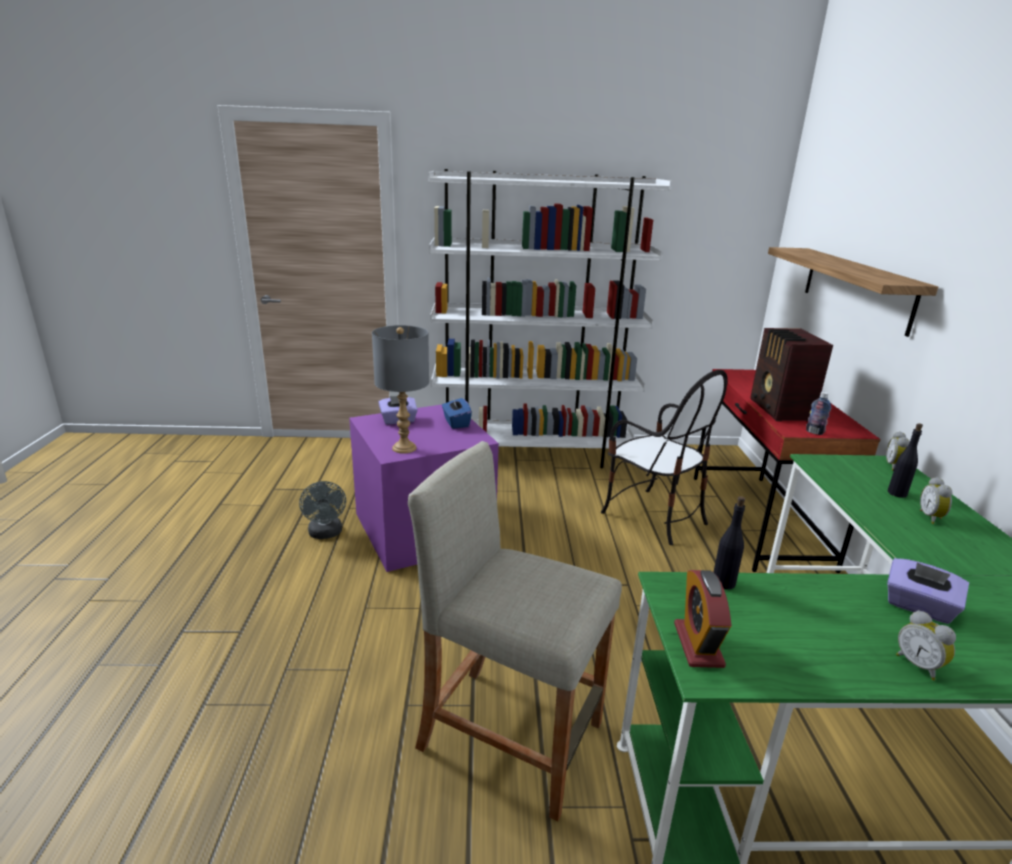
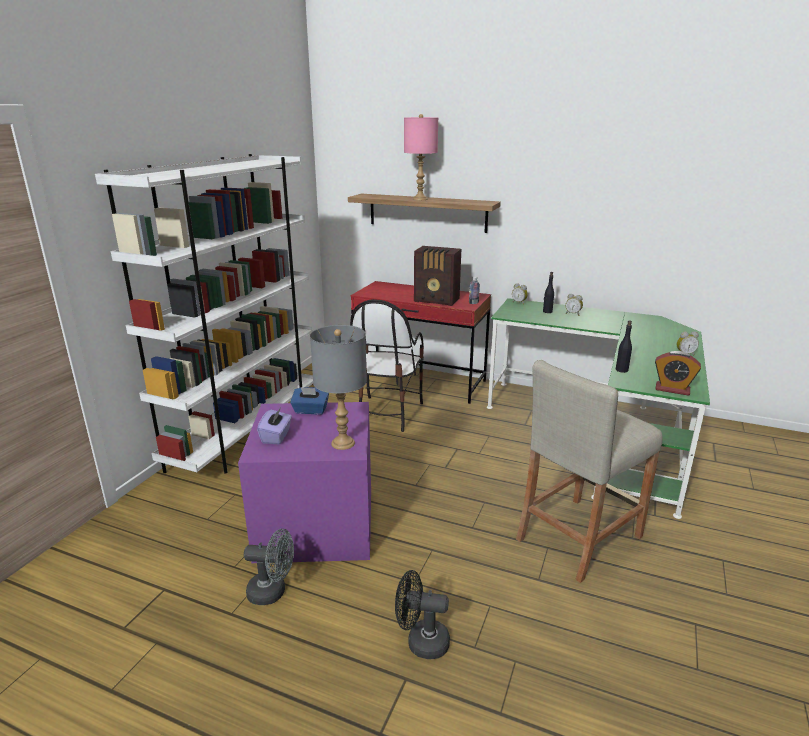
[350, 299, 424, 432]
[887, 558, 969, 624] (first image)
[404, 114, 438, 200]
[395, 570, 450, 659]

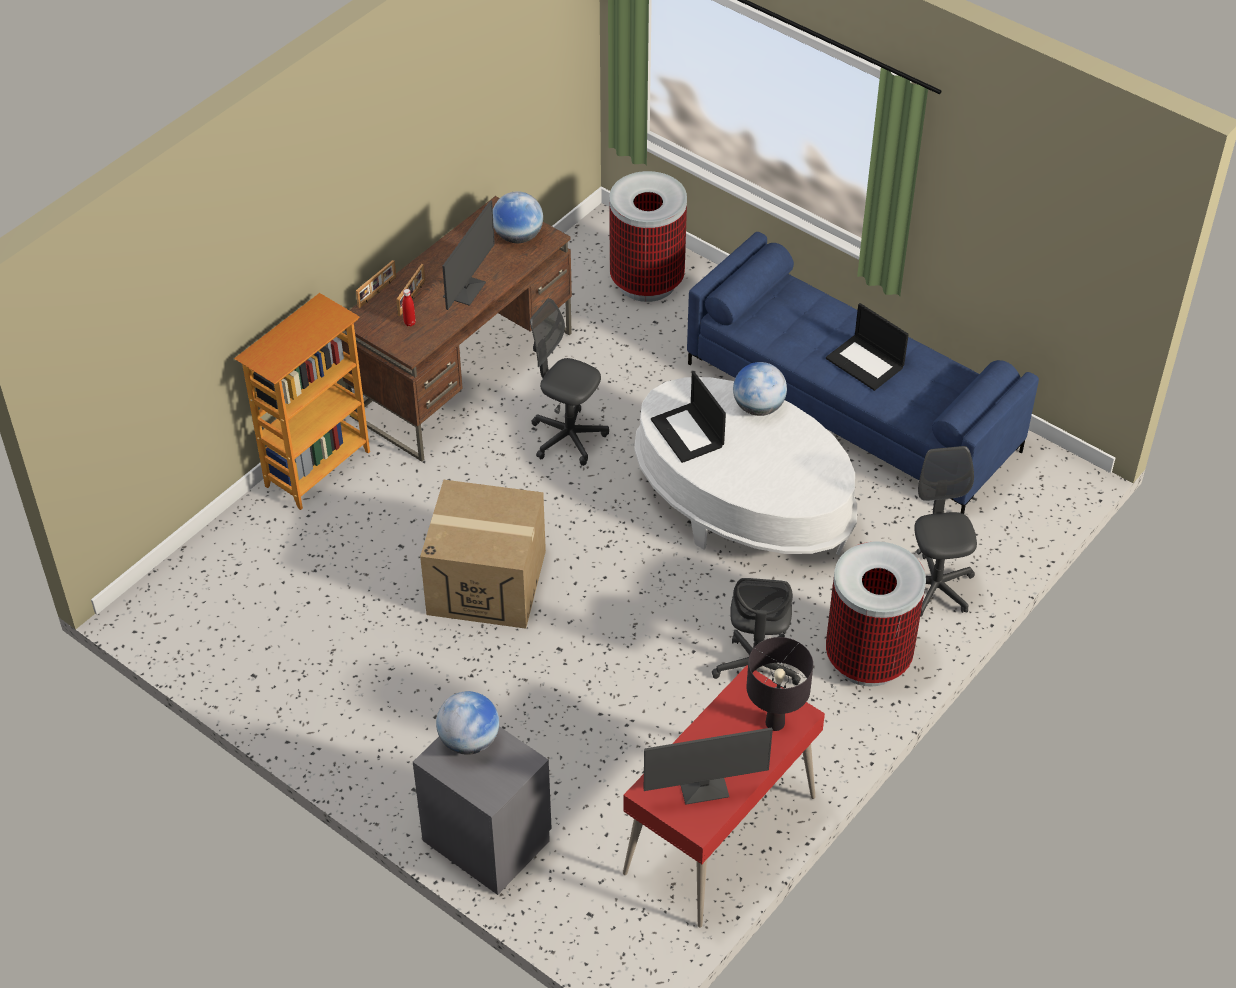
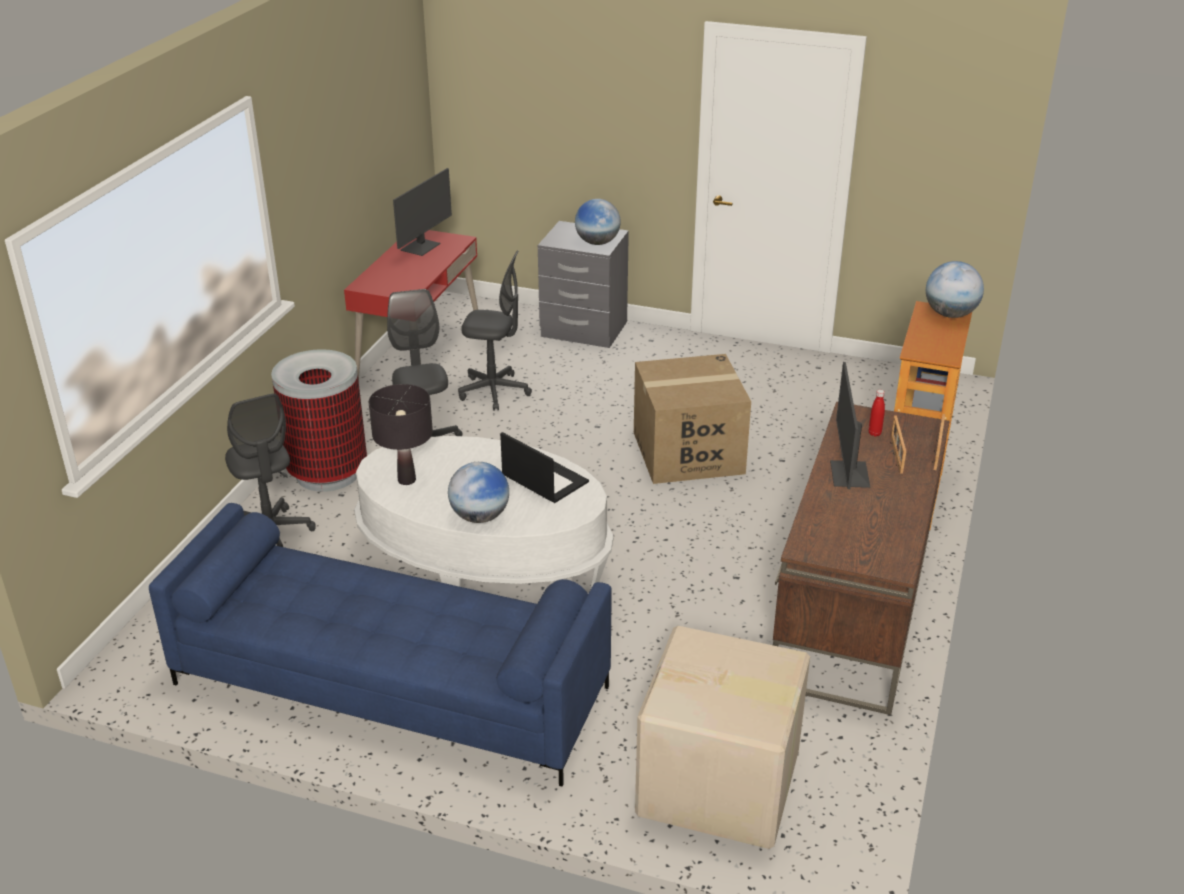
[635, 626, 810, 849]
[926, 261, 984, 318]
[458, 250, 532, 411]
[826, 303, 909, 391] (first image)
[369, 384, 433, 485]
[393, 168, 452, 256]

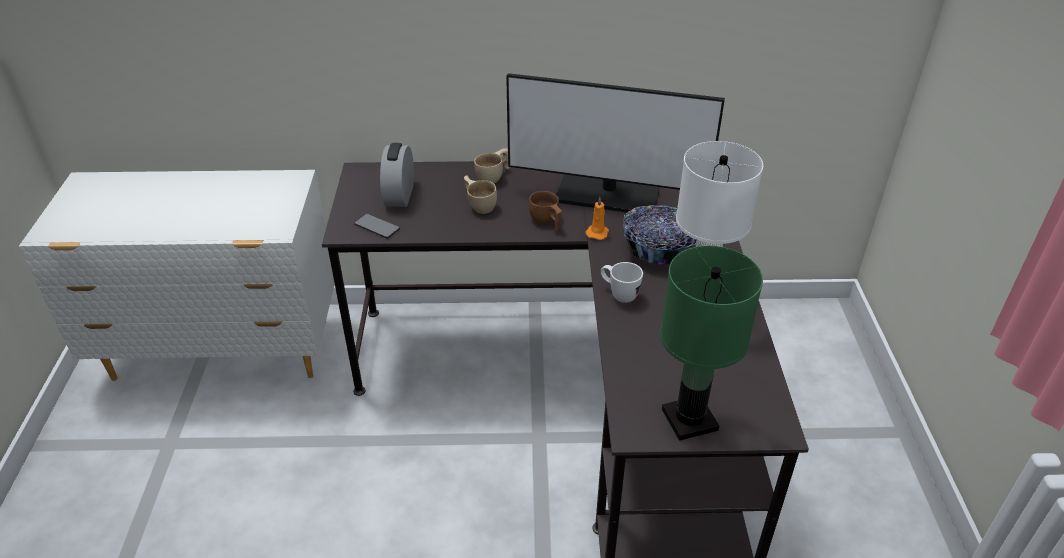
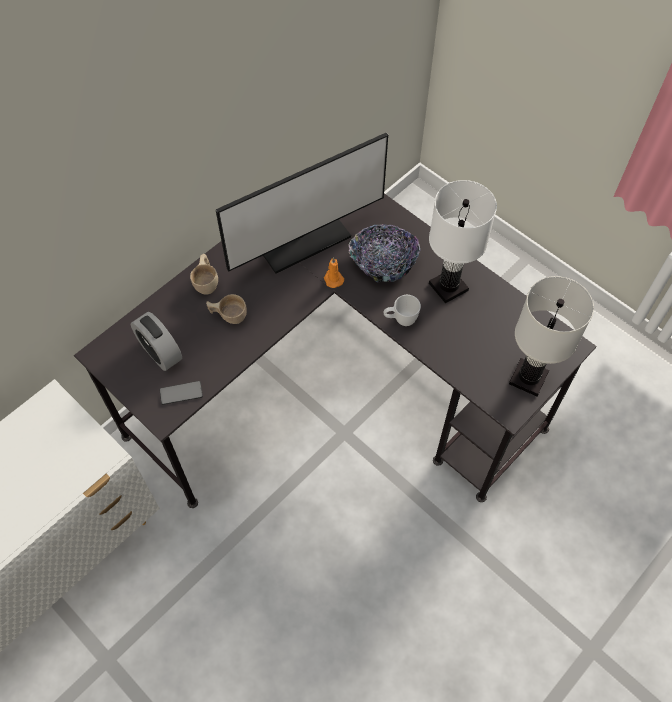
[529, 191, 562, 232] (first image)
[509, 276, 594, 396]

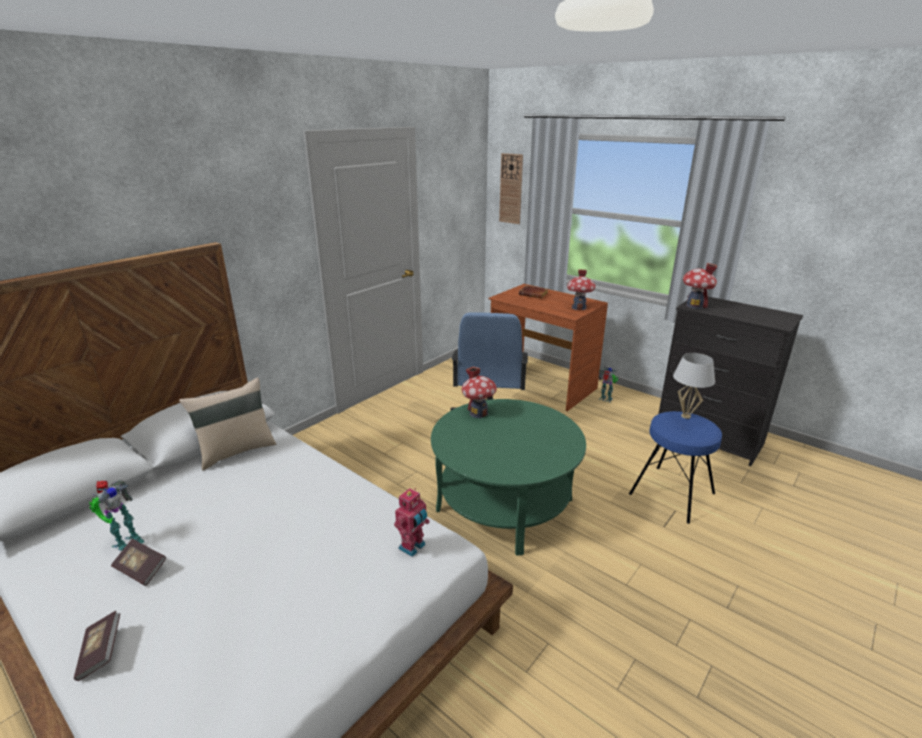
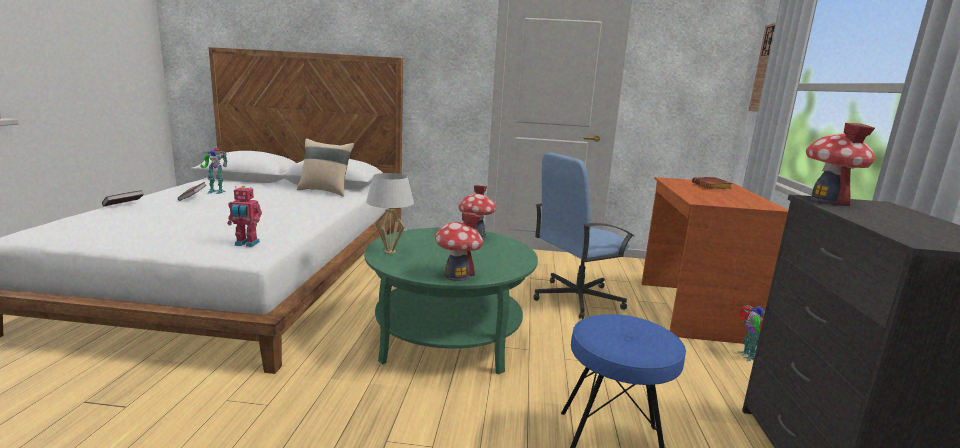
[435, 212, 483, 281]
[366, 173, 414, 254]

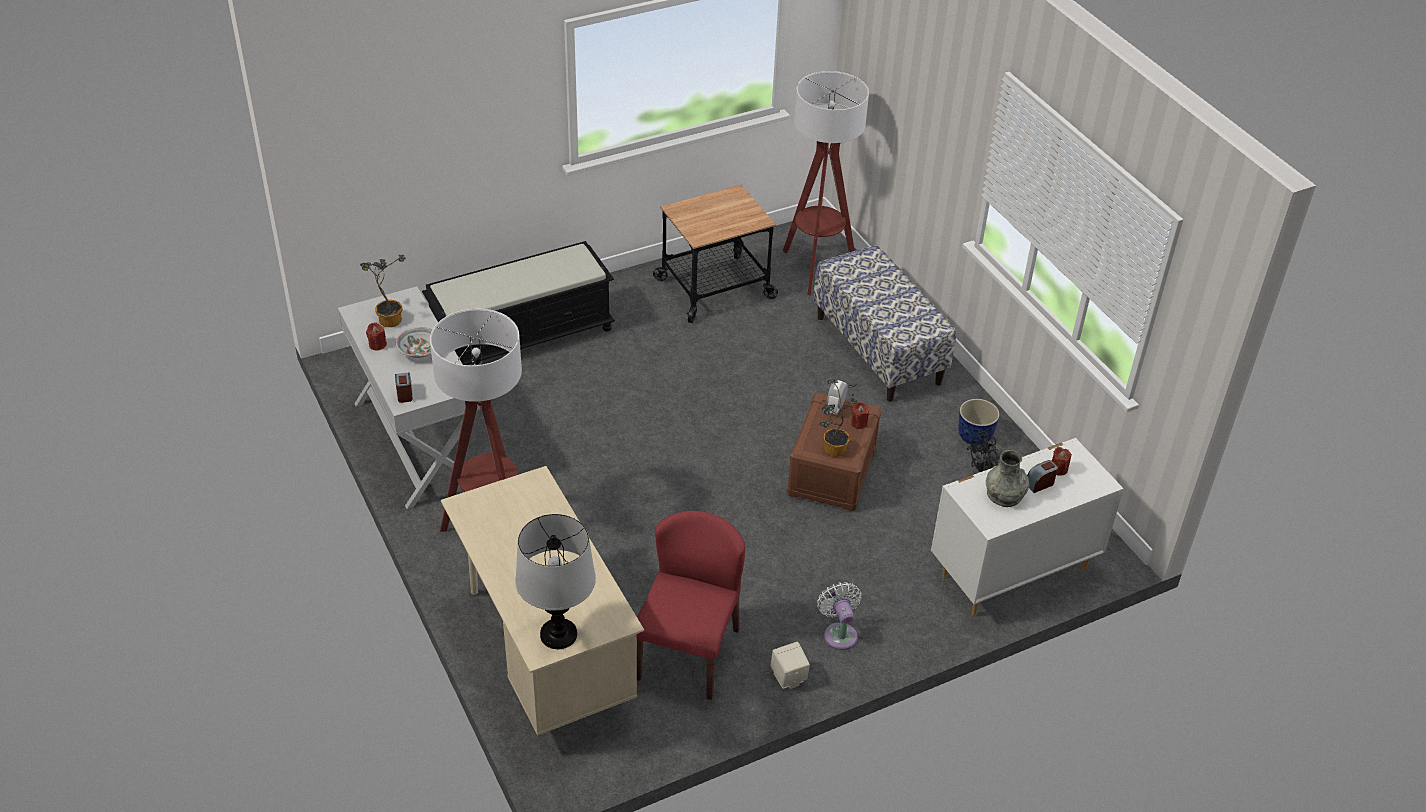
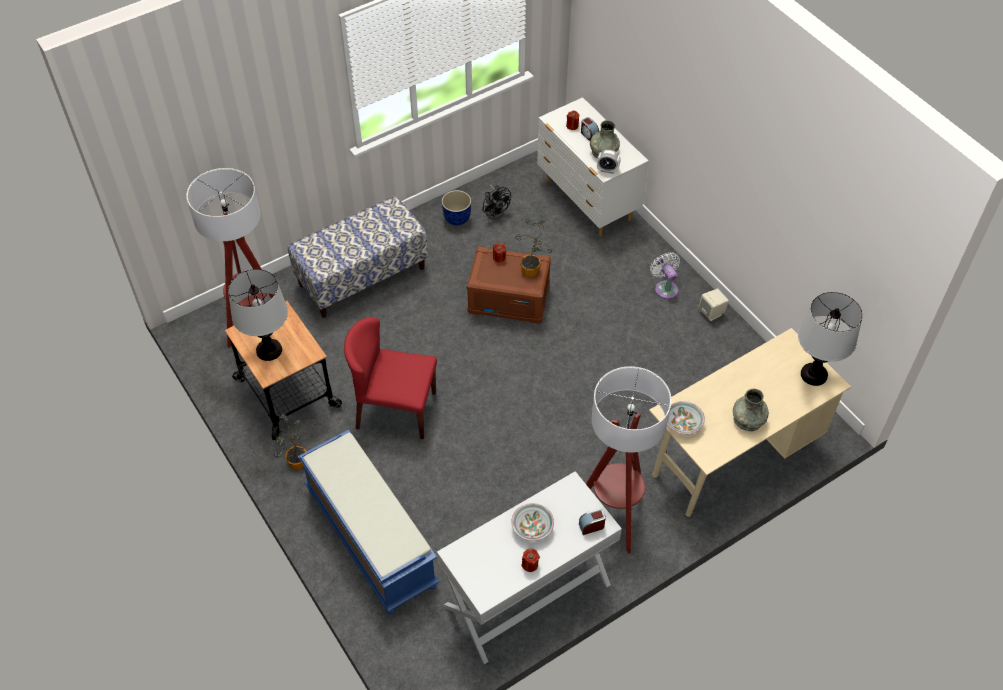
[298, 429, 439, 614]
[273, 414, 307, 470]
[597, 149, 621, 174]
[344, 317, 437, 439]
[650, 252, 680, 299]
[228, 269, 288, 361]
[733, 389, 769, 431]
[667, 401, 705, 435]

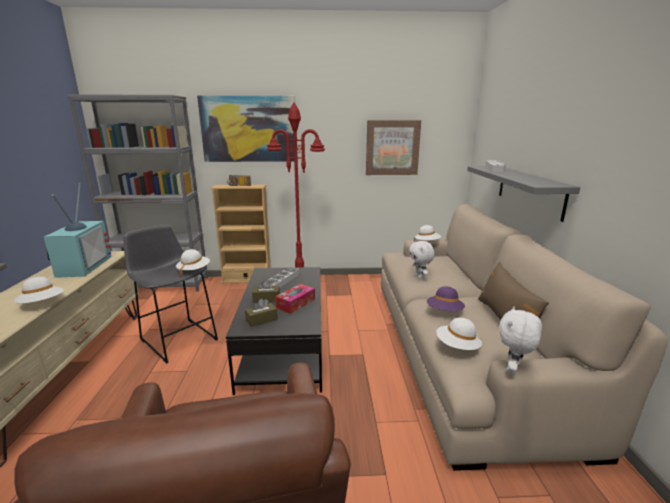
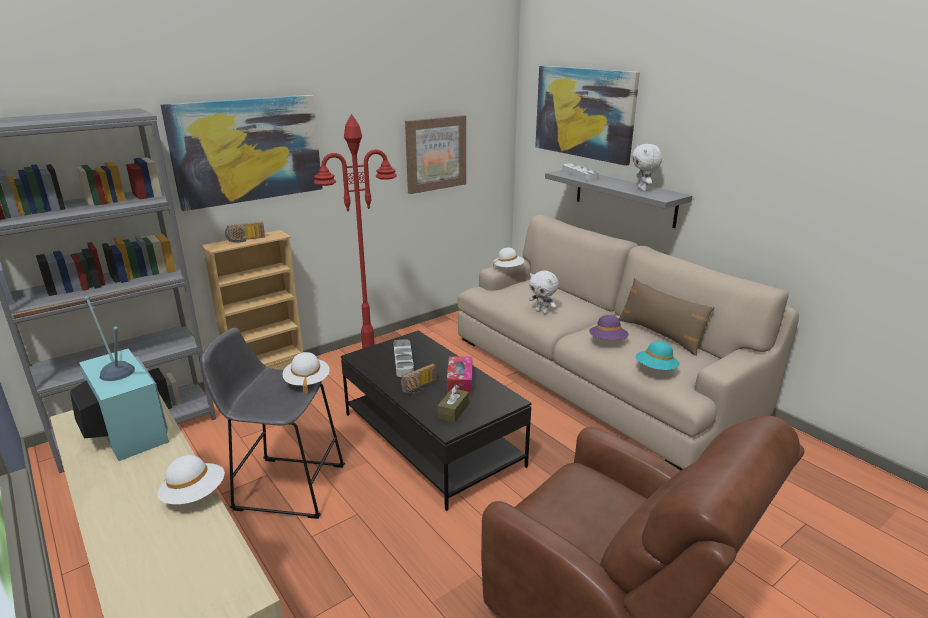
[401, 364, 436, 394]
[632, 144, 662, 191]
[635, 341, 680, 370]
[535, 66, 640, 166]

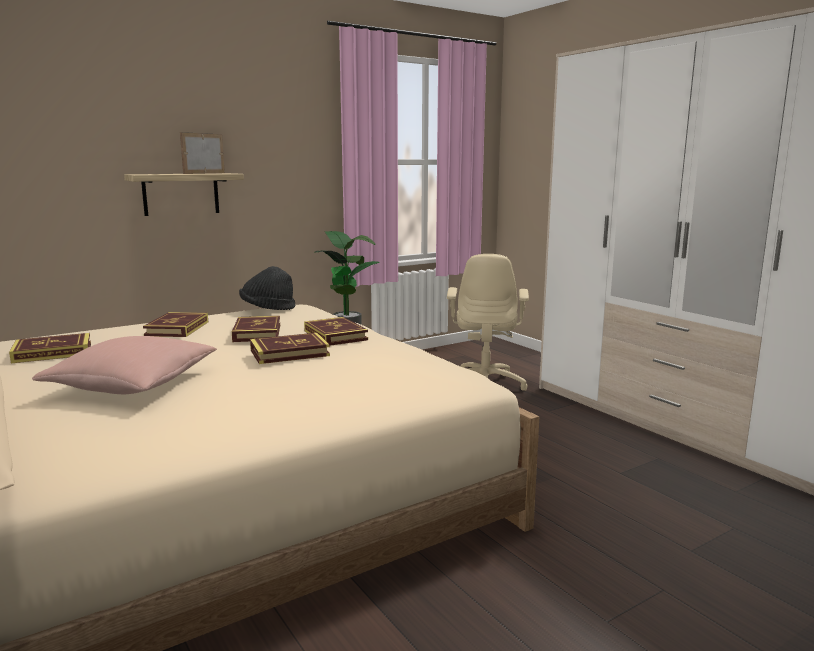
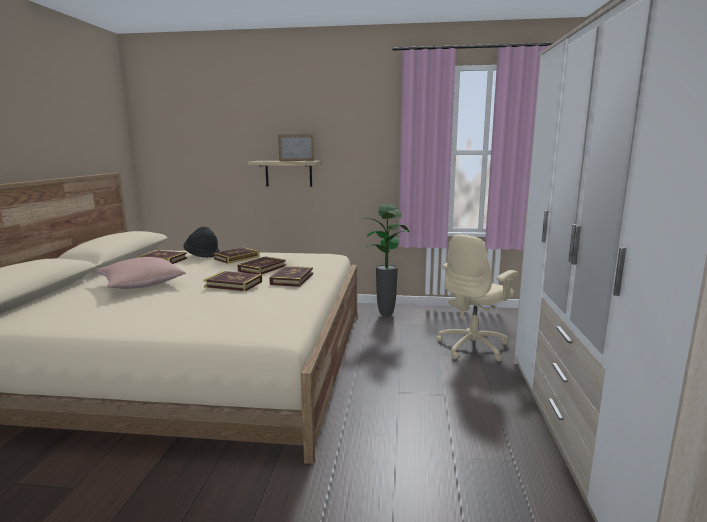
[184, 226, 220, 258]

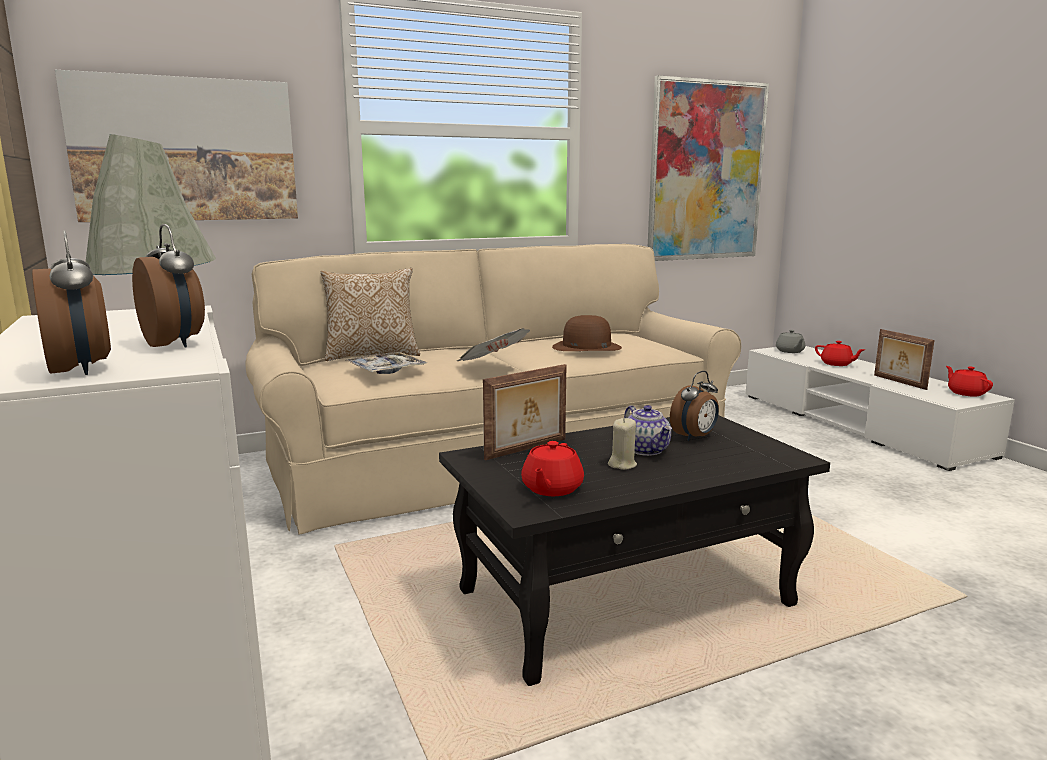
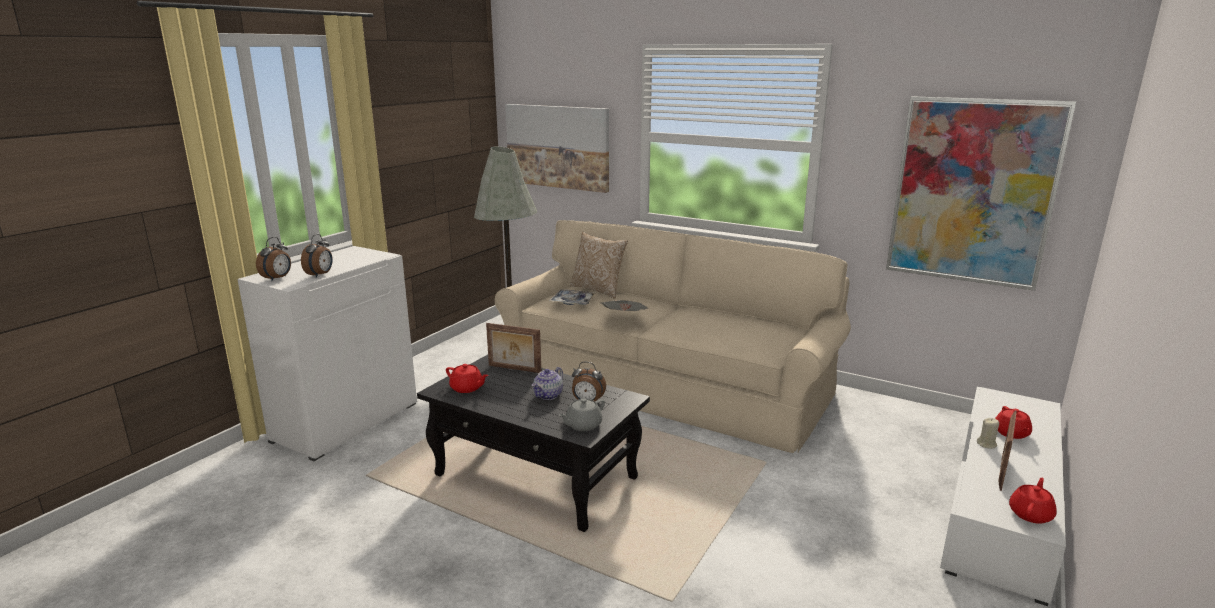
[552, 315, 622, 351] (first image)
[559, 398, 605, 431]
[977, 418, 999, 449]
[446, 364, 488, 393]

